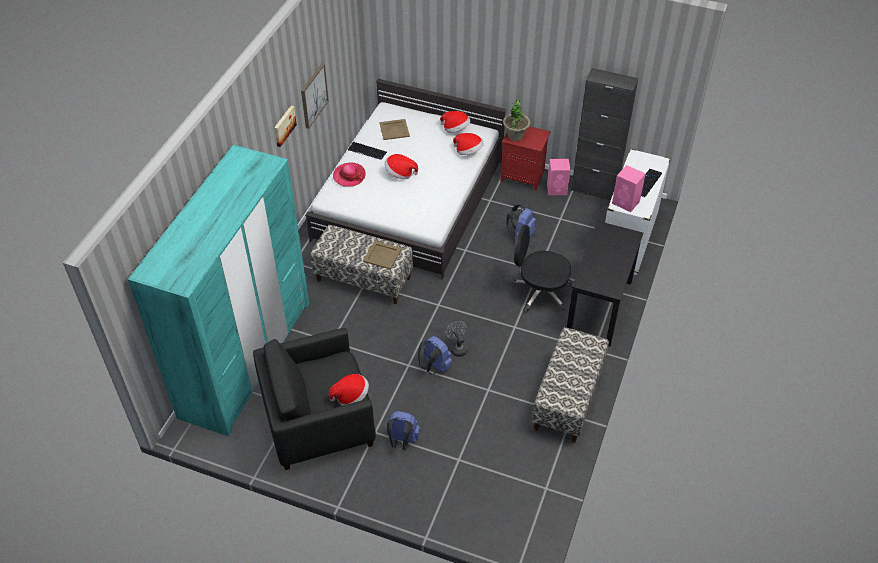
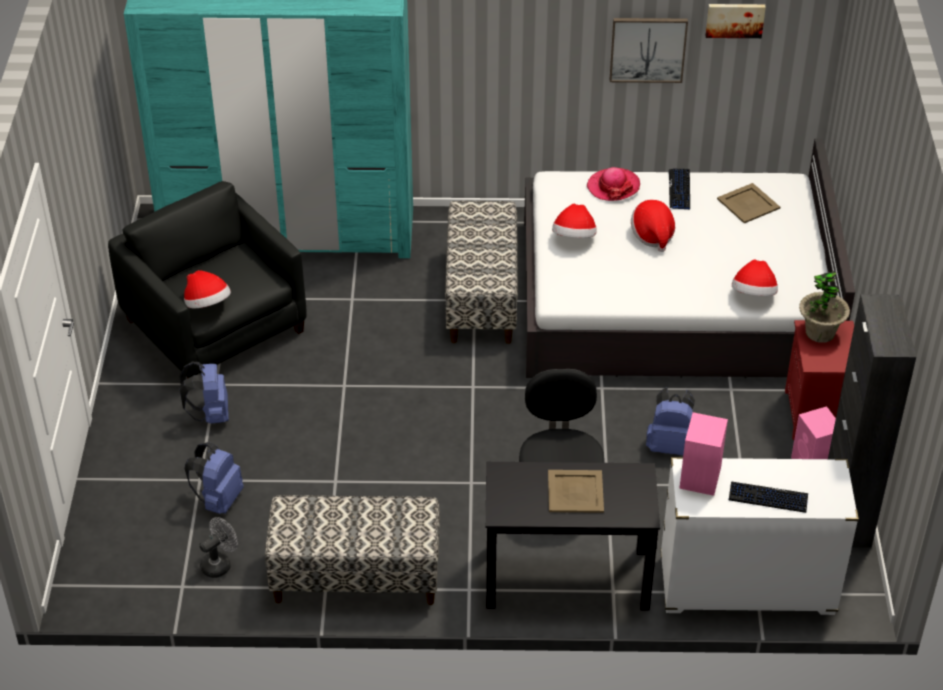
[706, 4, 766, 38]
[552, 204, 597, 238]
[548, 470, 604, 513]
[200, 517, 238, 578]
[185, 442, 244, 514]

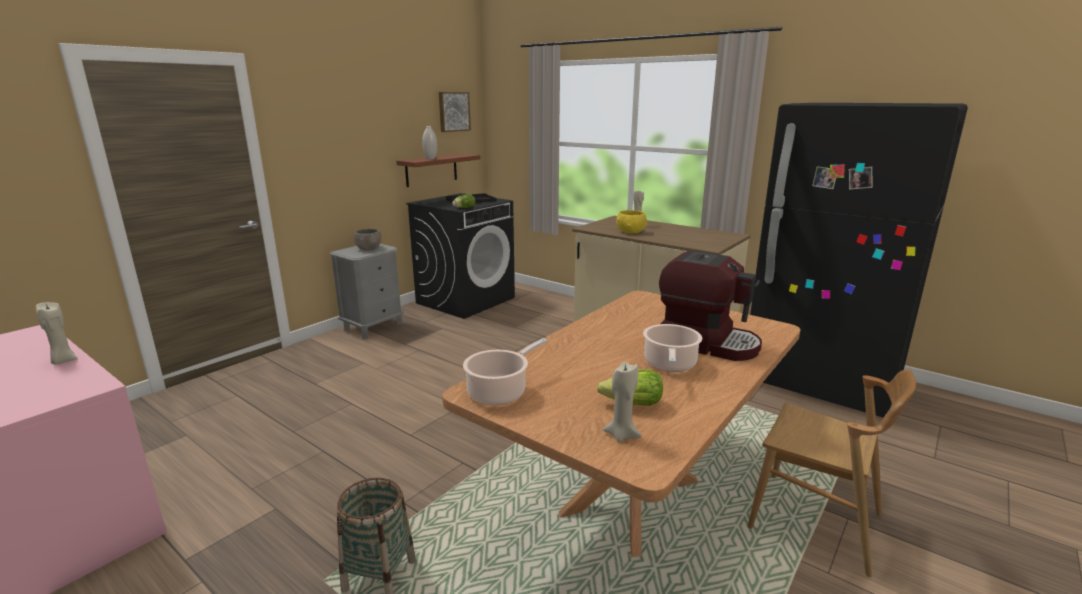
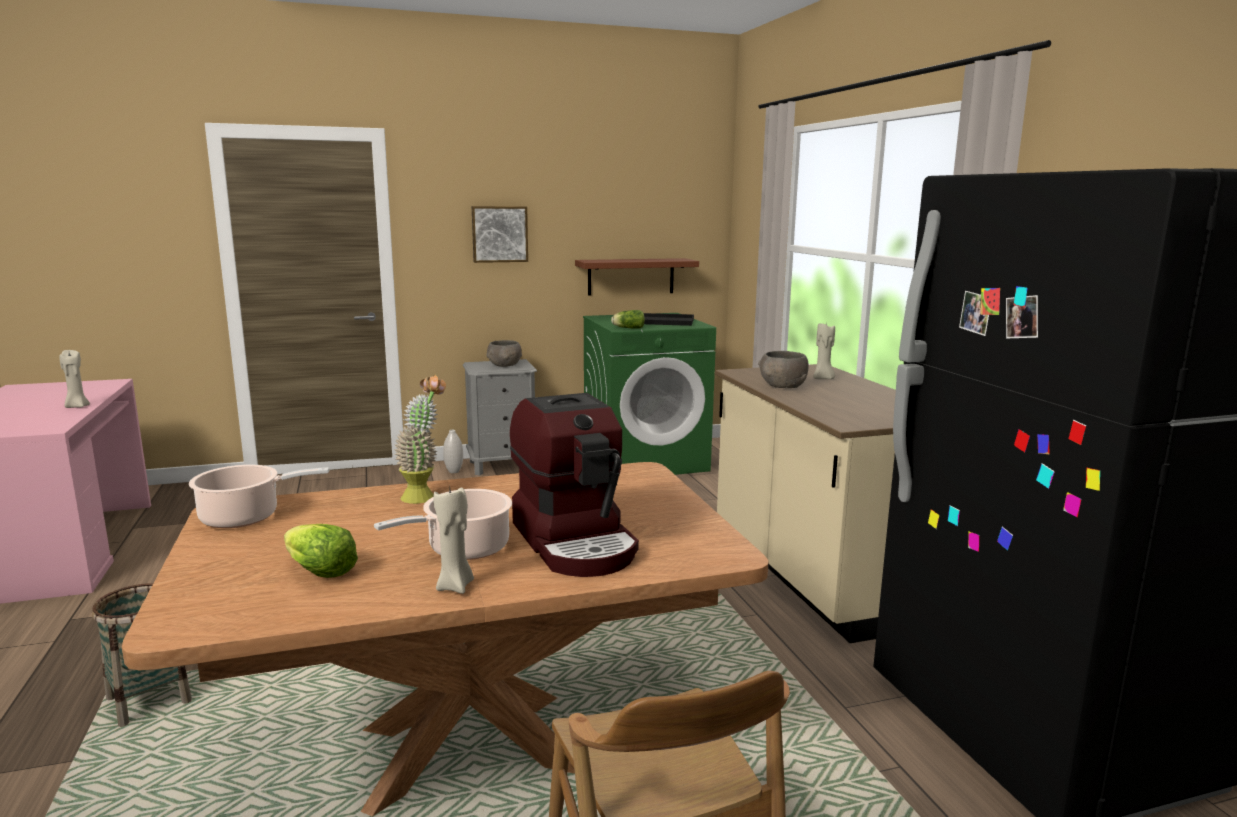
[472, 206, 528, 263]
[443, 430, 463, 473]
[583, 313, 716, 475]
[758, 351, 809, 388]
[433, 487, 474, 594]
[394, 375, 446, 504]

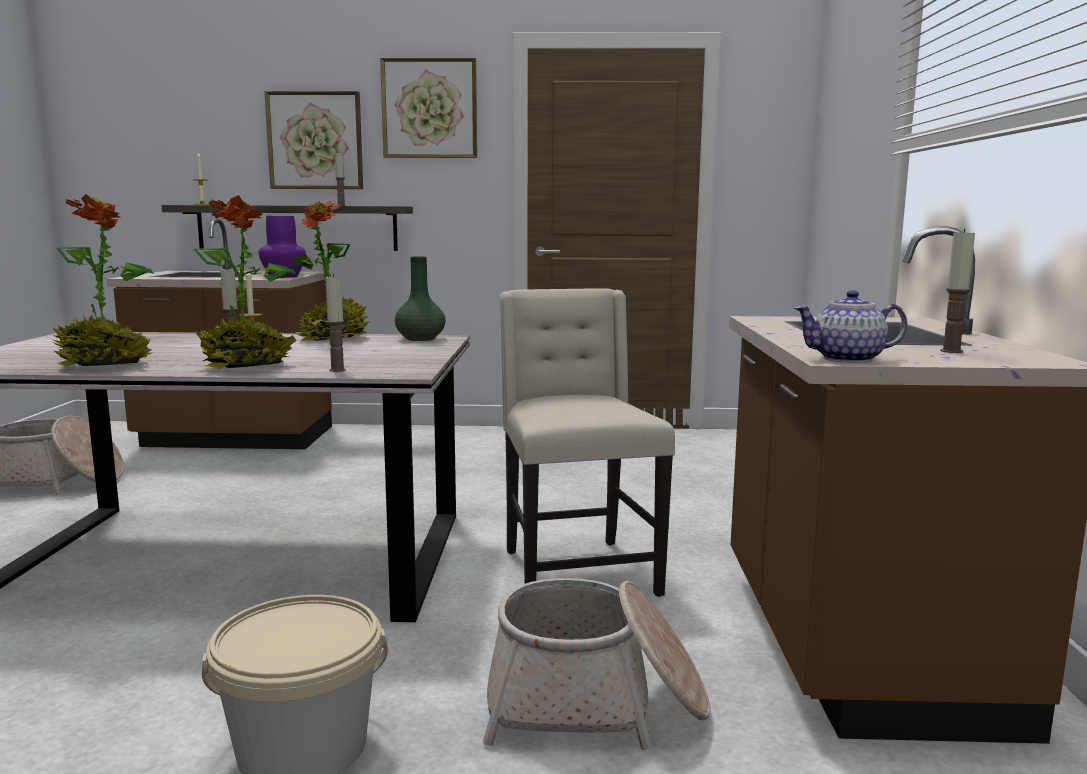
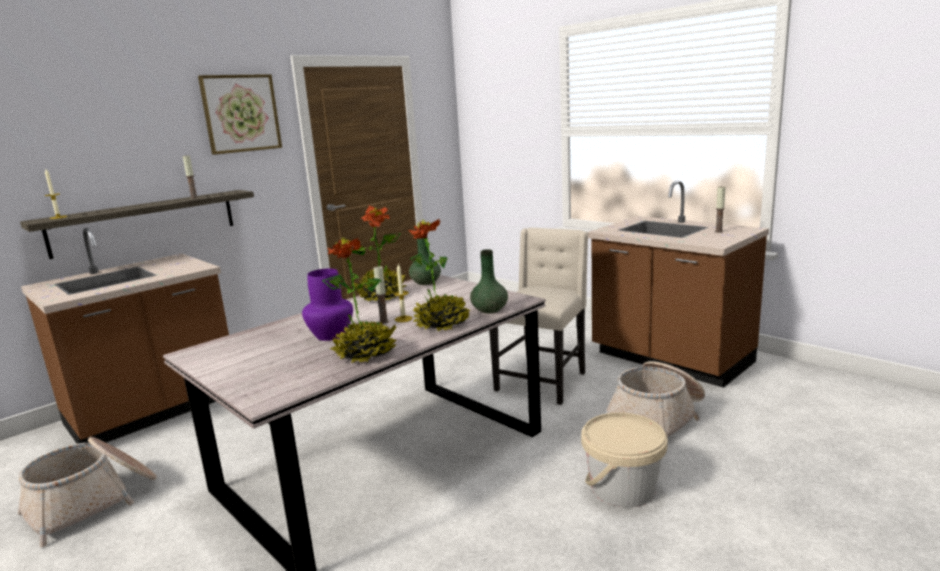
[265, 91, 363, 189] (first image)
[302, 269, 353, 341]
[470, 249, 508, 313]
[489, 228, 588, 405]
[794, 290, 907, 363] (first image)

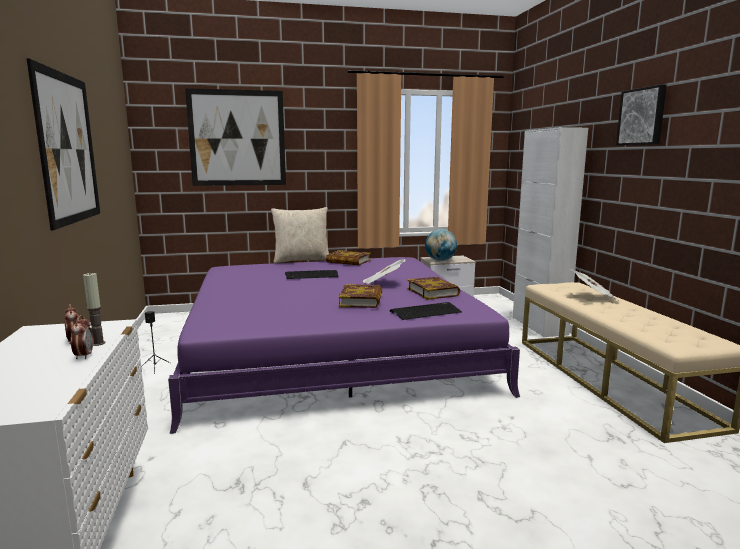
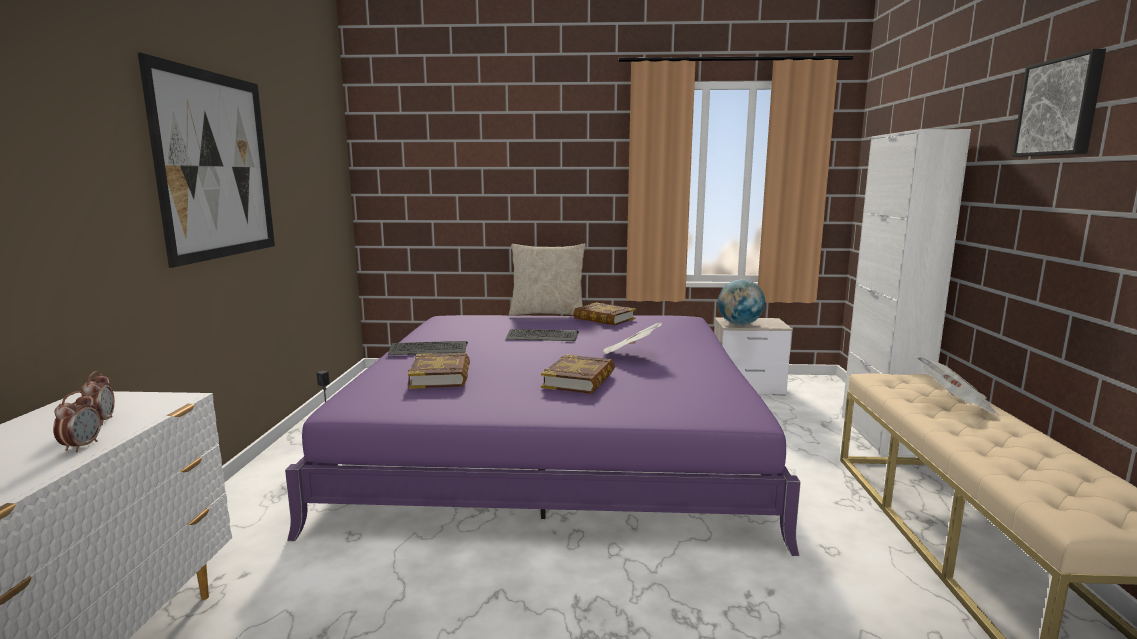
[185, 88, 286, 186] (first image)
[83, 272, 105, 346] (first image)
[408, 353, 470, 389]
[388, 341, 468, 355]

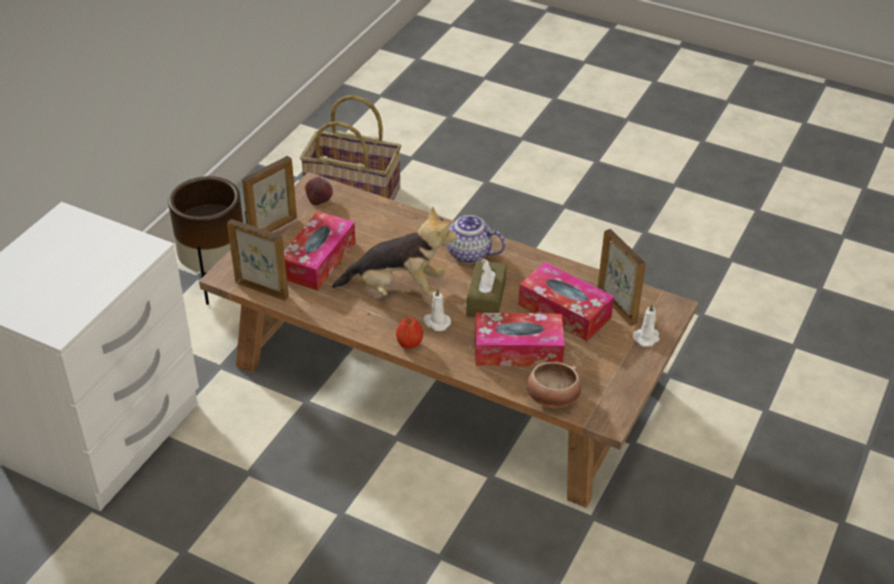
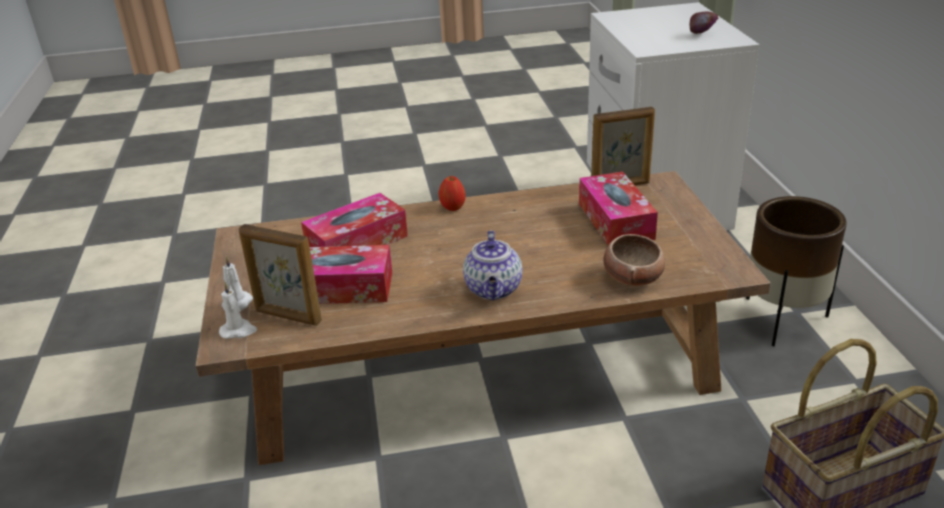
[242, 156, 297, 232] (first image)
[690, 11, 718, 34]
[332, 206, 457, 296] (first image)
[463, 230, 523, 300]
[466, 259, 507, 318] (first image)
[219, 282, 257, 339]
[603, 234, 665, 286]

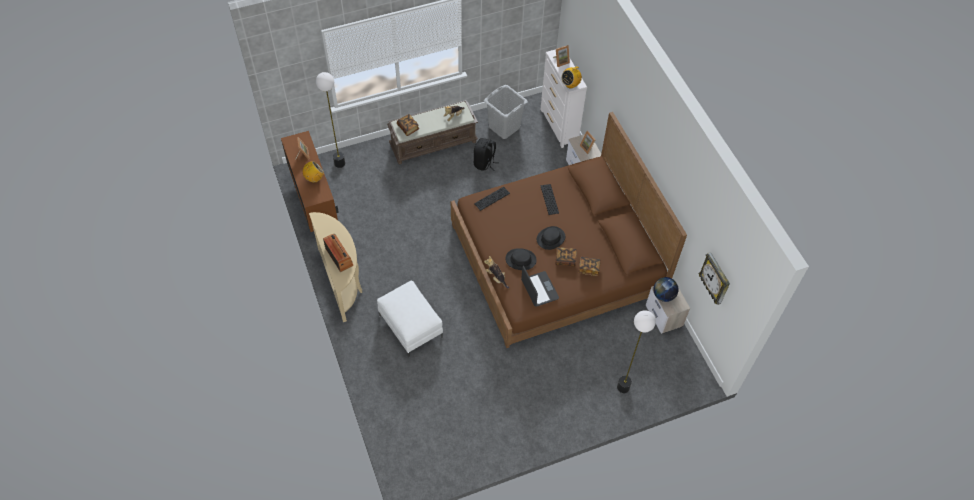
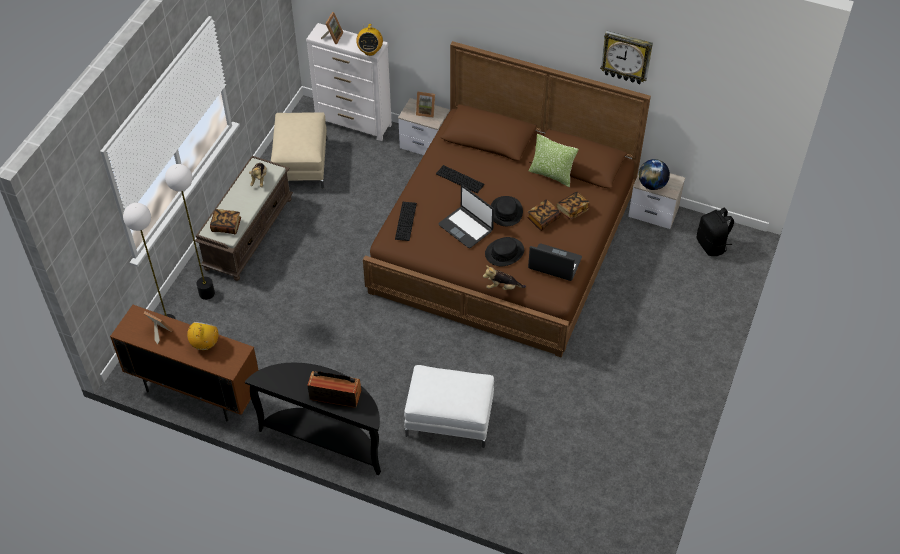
[271, 112, 327, 189]
[697, 208, 734, 256]
[245, 363, 381, 475]
[600, 31, 653, 84]
[165, 164, 215, 300]
[529, 134, 578, 187]
[439, 185, 494, 248]

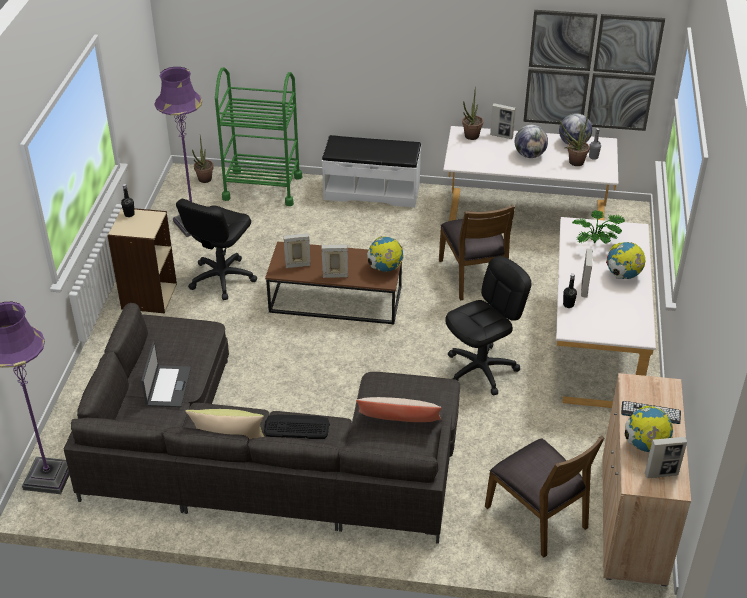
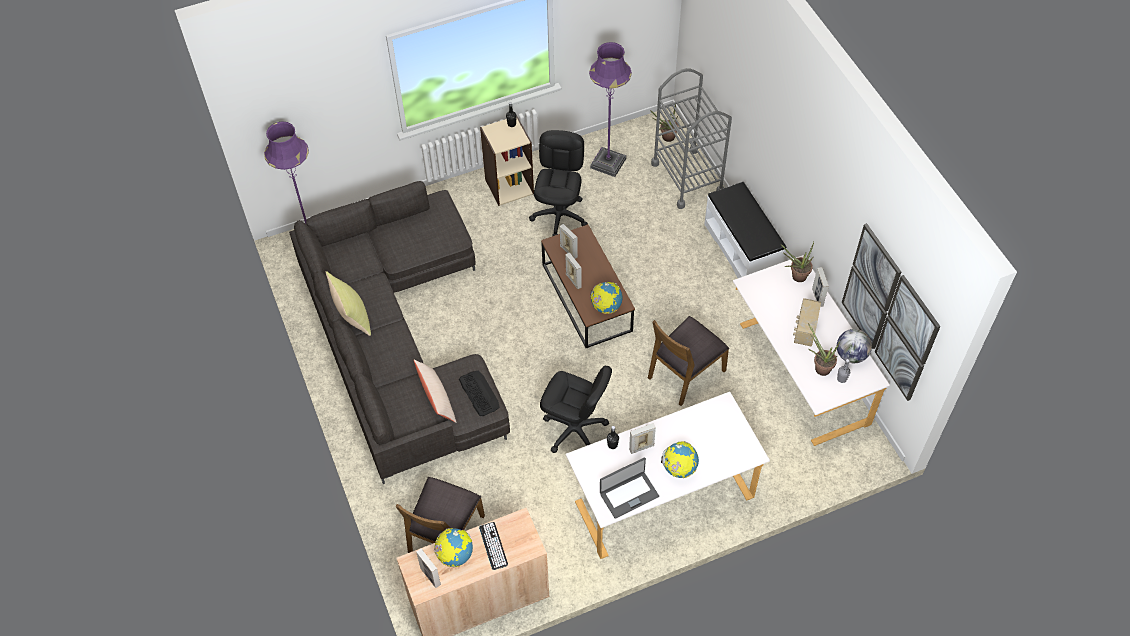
[651, 68, 732, 209]
[793, 298, 821, 347]
[529, 130, 588, 236]
[572, 210, 626, 244] (first image)
[600, 457, 659, 519]
[459, 371, 500, 416]

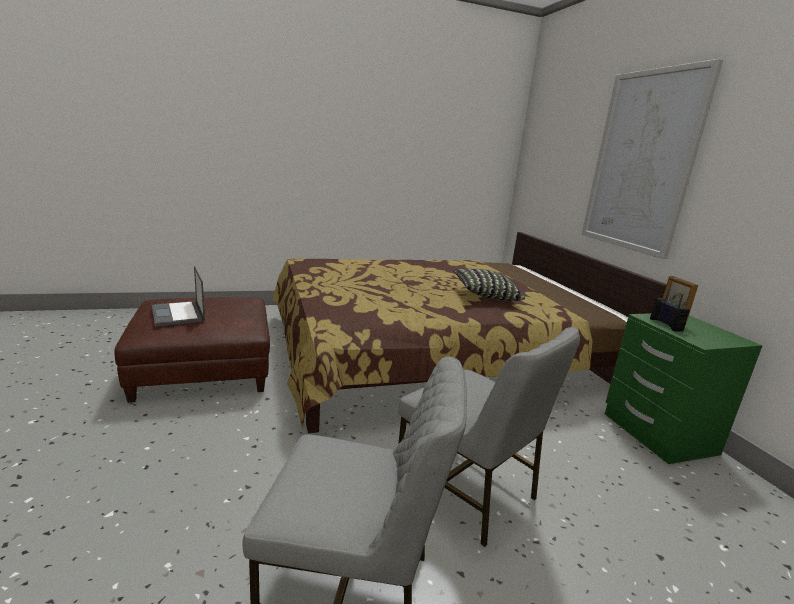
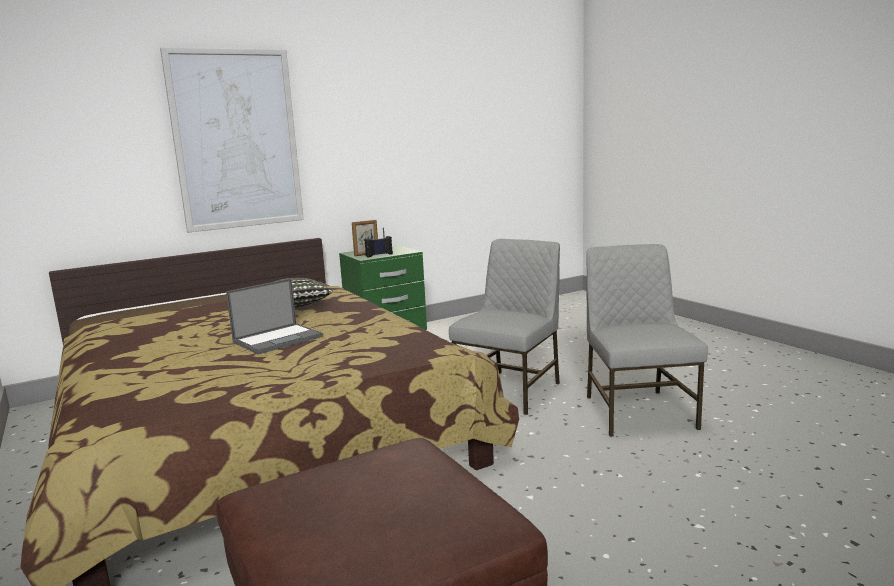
[226, 278, 323, 354]

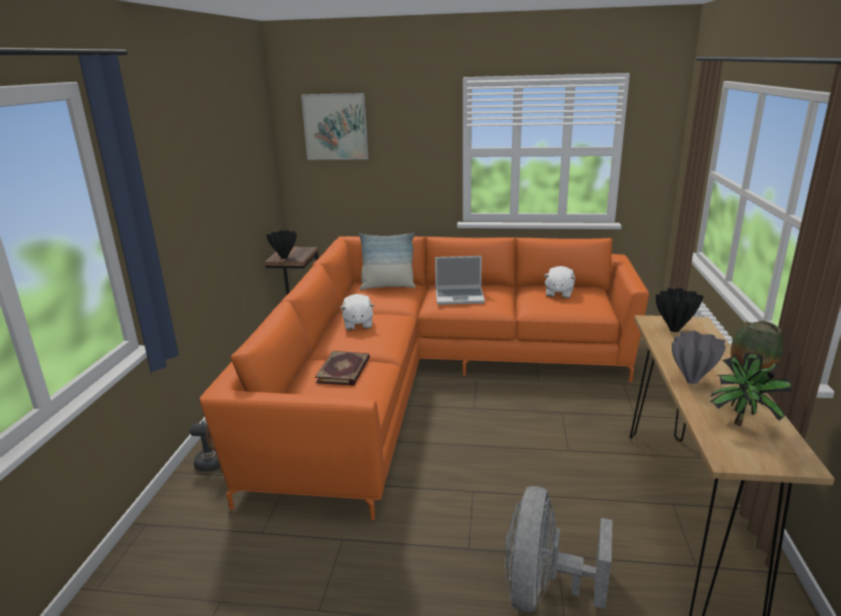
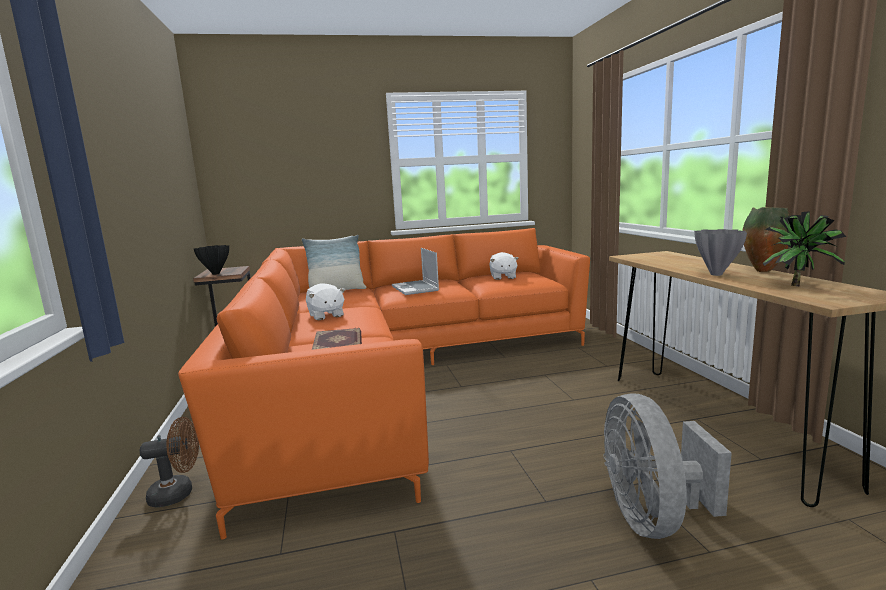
[301, 93, 369, 160] (first image)
[392, 248, 439, 295]
[656, 288, 704, 332] (first image)

